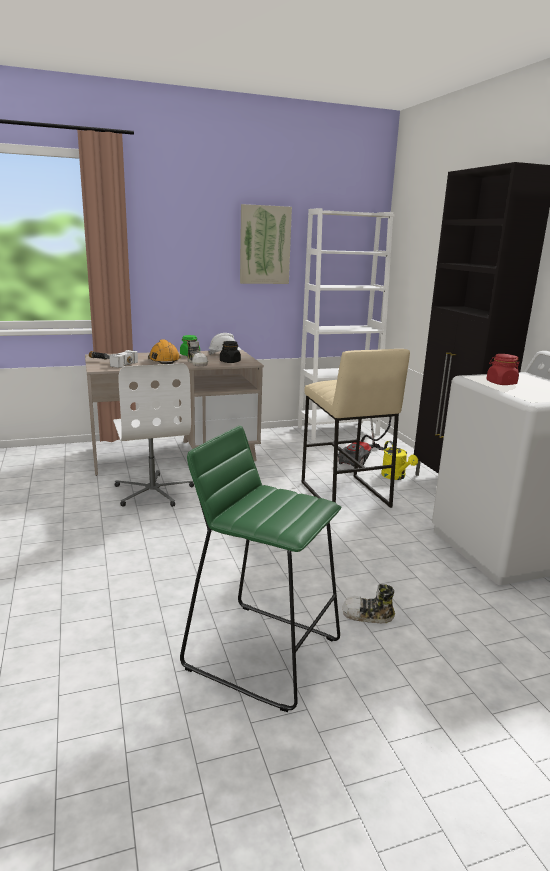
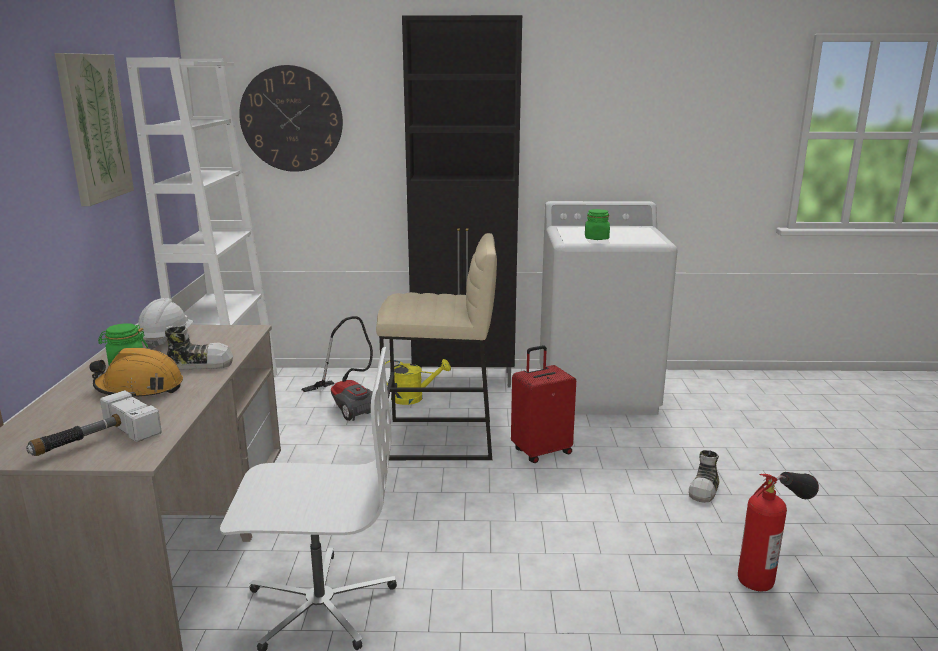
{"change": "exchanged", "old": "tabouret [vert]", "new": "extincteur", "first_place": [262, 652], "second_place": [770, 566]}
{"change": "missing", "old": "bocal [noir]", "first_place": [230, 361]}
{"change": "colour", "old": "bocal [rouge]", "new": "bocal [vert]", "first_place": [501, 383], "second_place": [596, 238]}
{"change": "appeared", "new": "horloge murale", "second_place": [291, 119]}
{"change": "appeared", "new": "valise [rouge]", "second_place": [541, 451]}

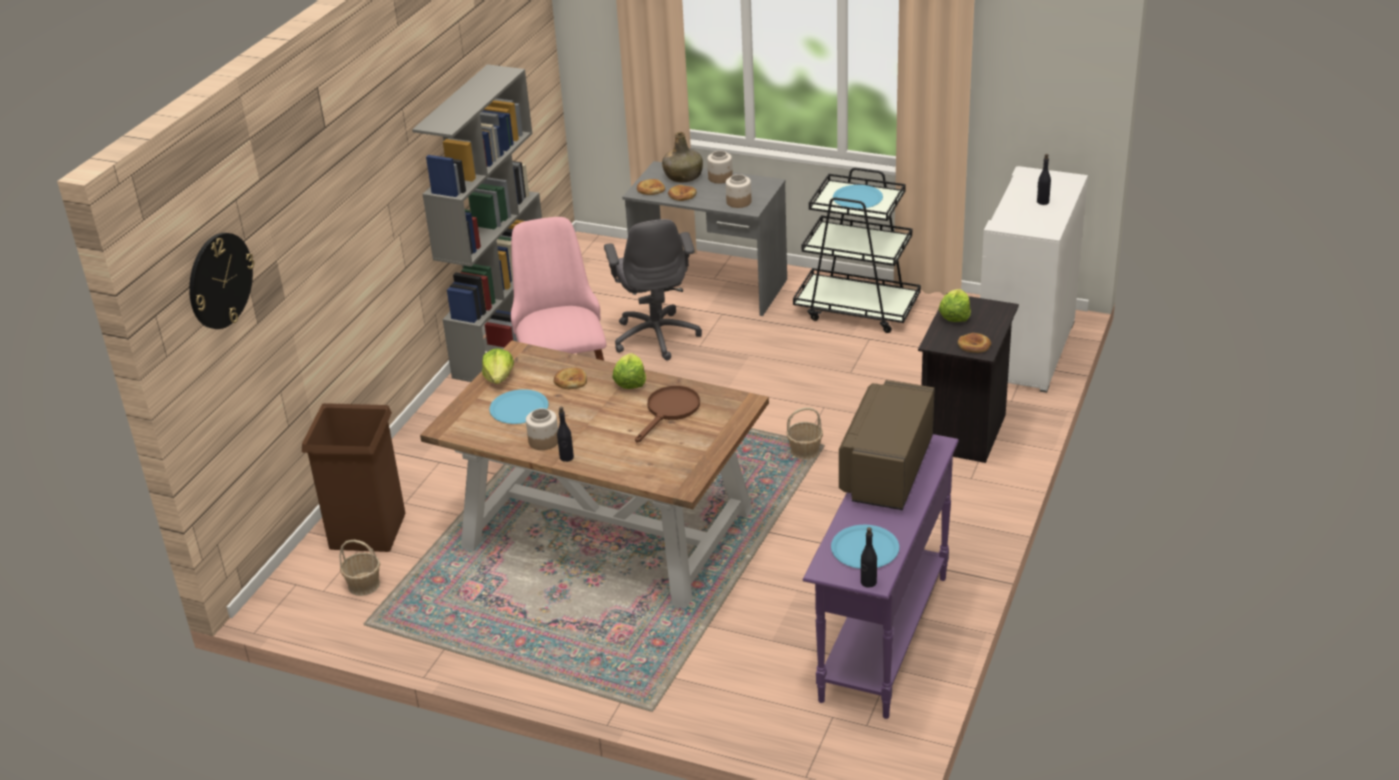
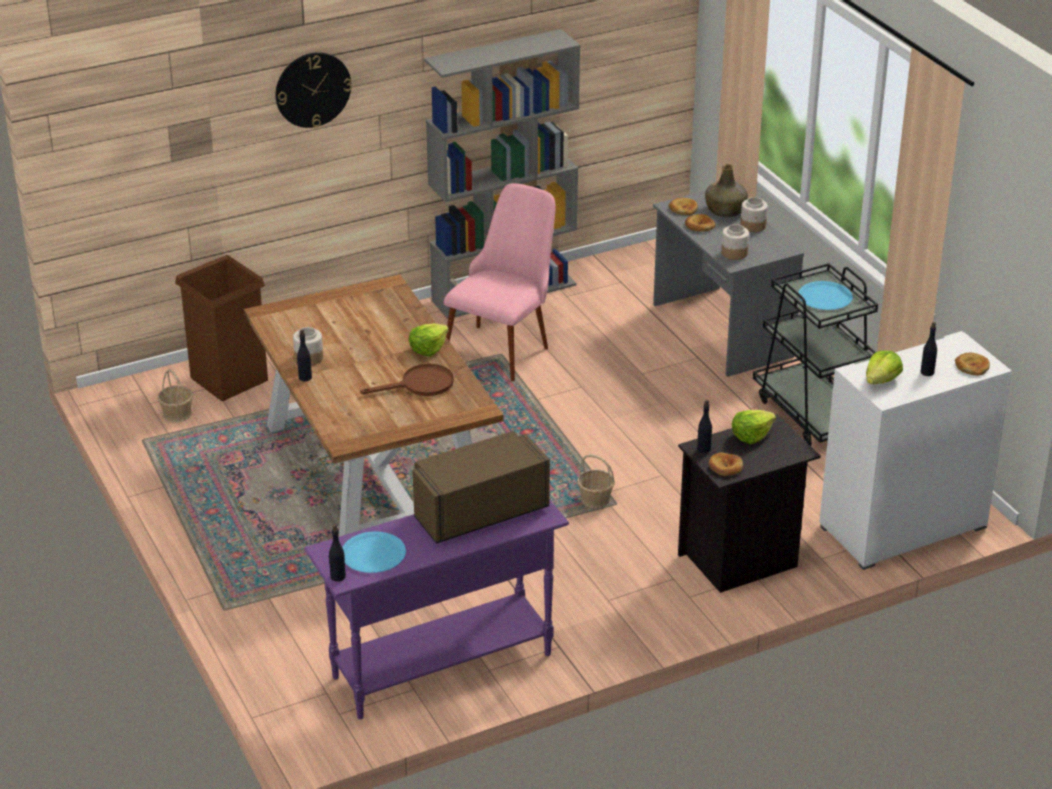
{"change": "relocated", "old": "horloge murale", "first_place": [219, 280], "second_place": [312, 89]}
{"change": "relocated", "old": "laitue", "first_place": [499, 378], "second_place": [881, 380]}
{"change": "missing", "old": "assiette [bleu]", "first_place": [519, 408]}
{"change": "relocated", "old": "pain", "first_place": [570, 381], "second_place": [972, 366]}
{"change": "missing", "old": "chaise de bureau [gris]", "first_place": [656, 336]}
{"change": "appeared", "new": "bouteille [noir]", "second_place": [703, 449]}

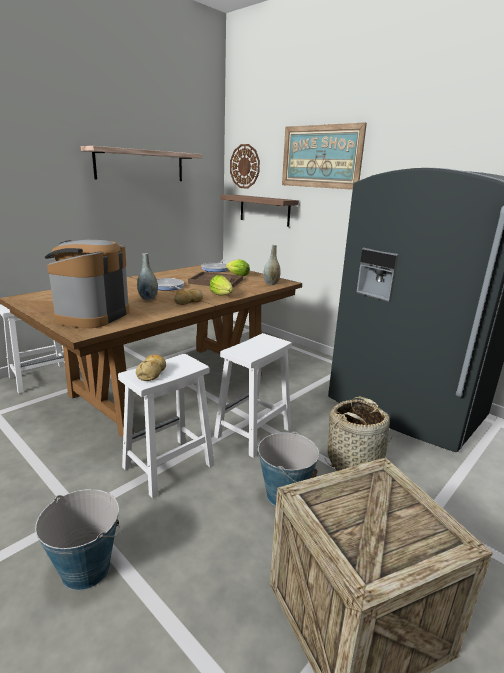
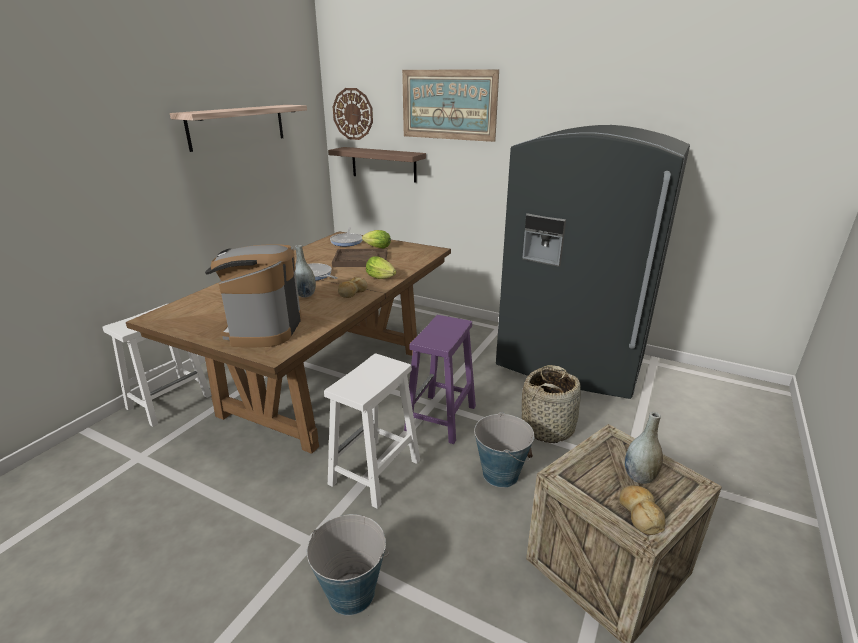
{"change": "relocated", "old": "pain", "first_place": [152, 372], "second_place": [640, 514]}
{"change": "colour", "old": "tabouret [blanc]", "new": "tabouret [violet]", "first_place": [252, 433], "second_place": [441, 419]}
{"change": "relocated", "old": "vase [gris]", "first_place": [271, 283], "second_place": [639, 477]}

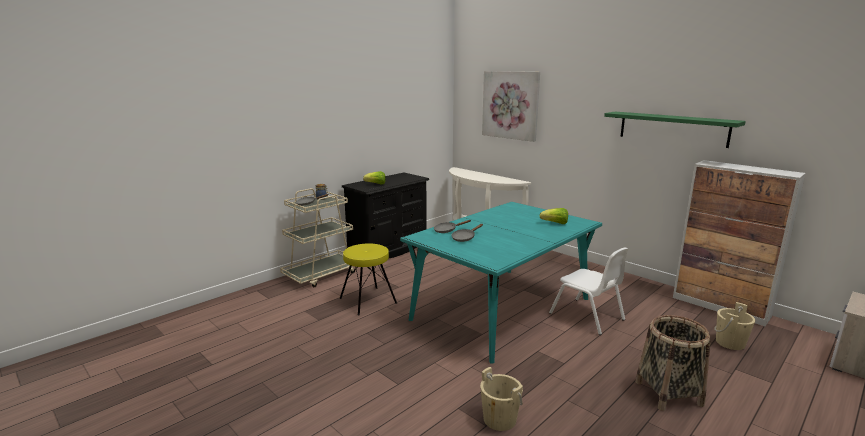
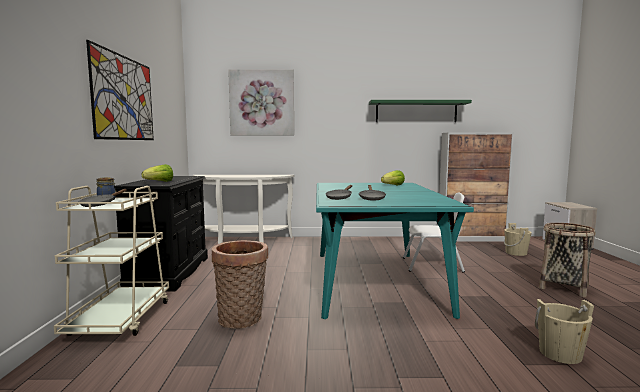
{"change": "exchanged", "old": "tabouret [jaune]", "new": "panier", "first_place": [368, 300], "second_place": [242, 320]}
{"change": "appeared", "new": "tableau", "second_place": [124, 98]}

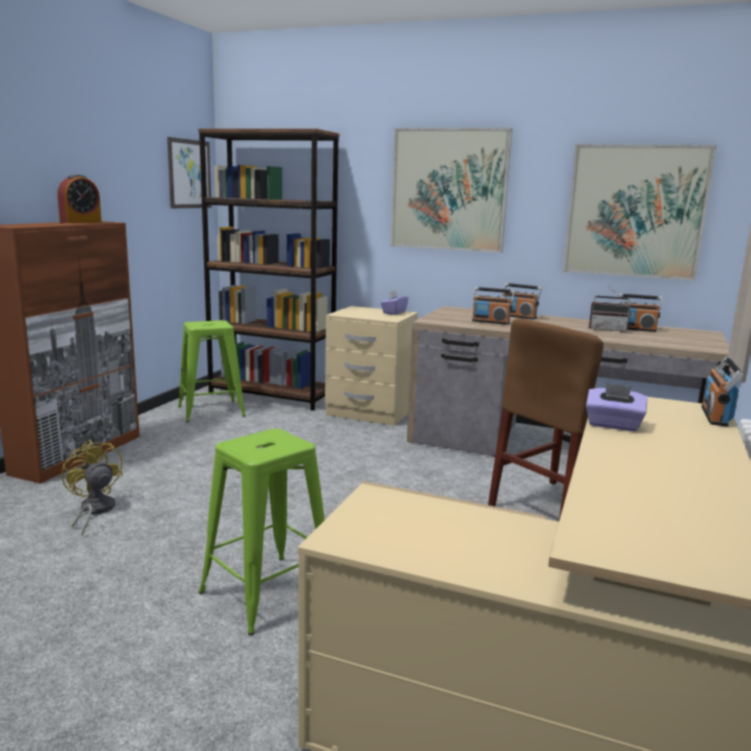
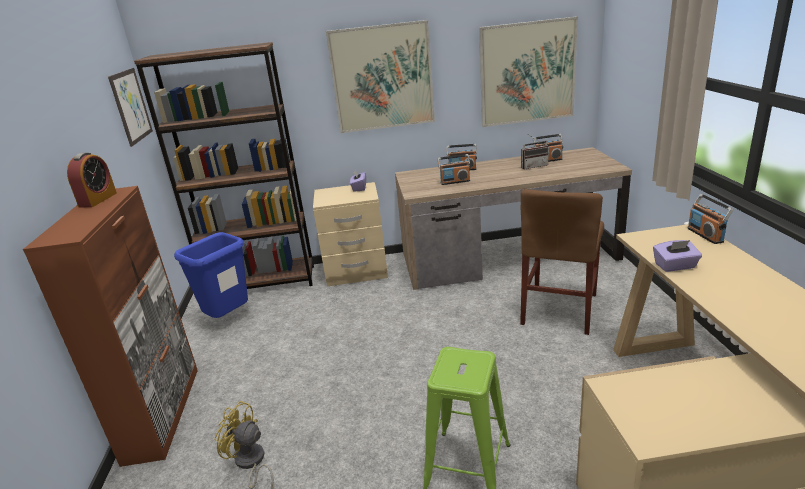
{"change": "exchanged", "old": "tabouret [vert]", "new": "poubelle [bleu]", "first_place": [210, 411], "second_place": [229, 318]}

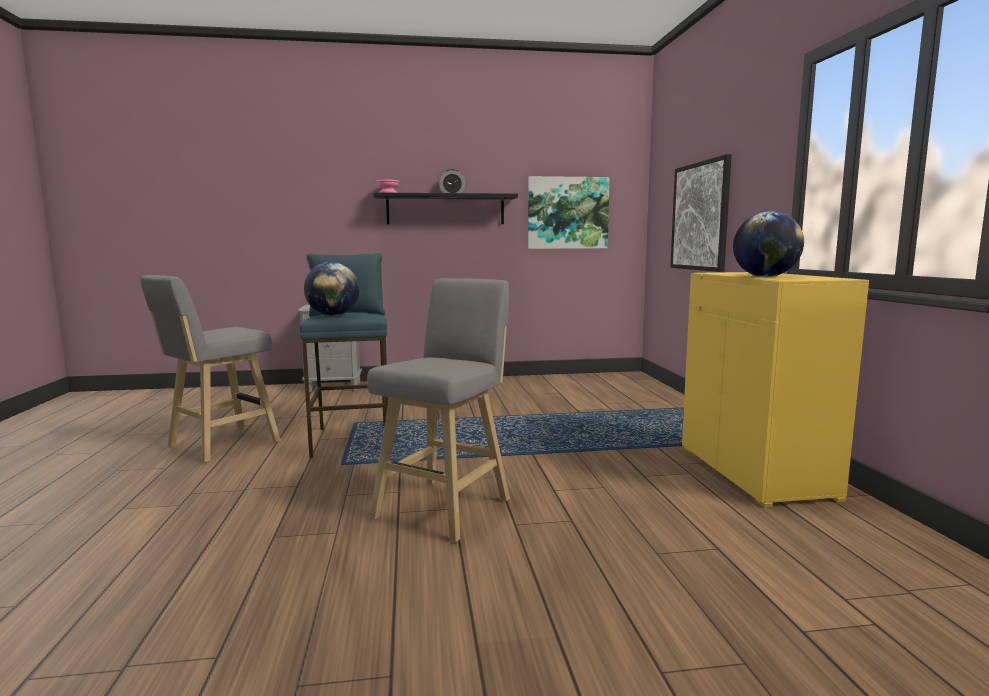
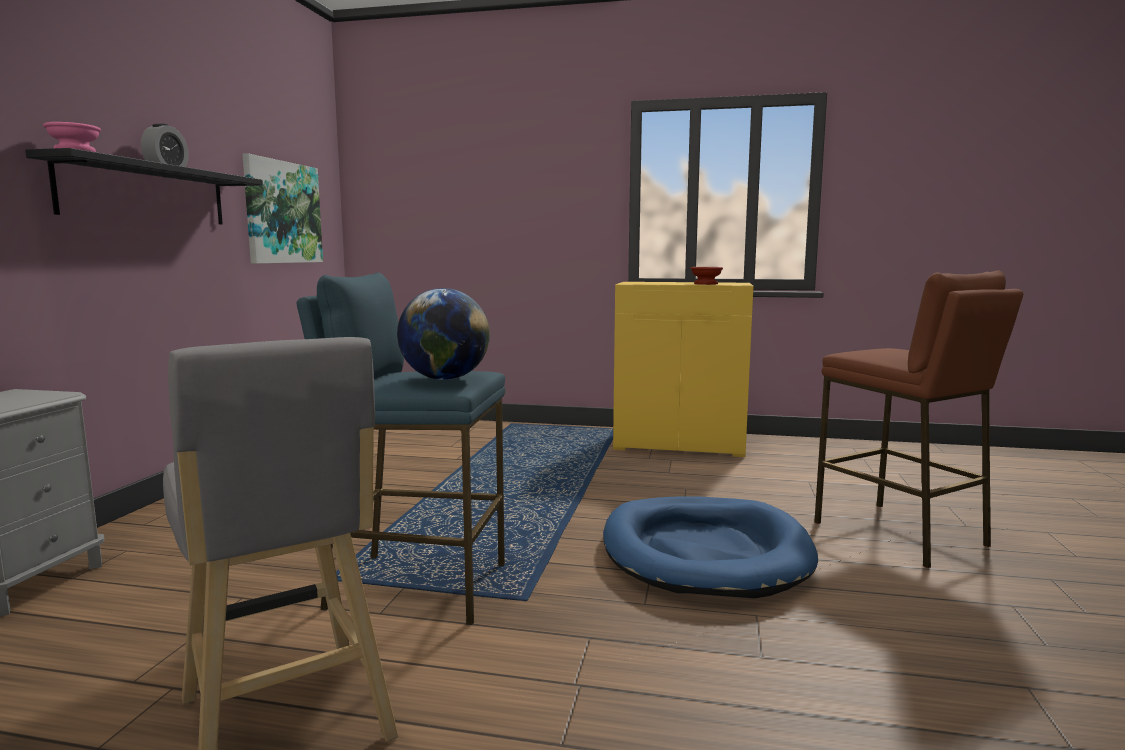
{"change": "exchanged", "old": "tabouret [gris]", "new": "panier pour chien [bleu]", "first_place": [446, 506], "second_place": [704, 552]}
{"change": "missing", "old": "tableau", "first_place": [700, 216]}
{"change": "exchanged", "old": "globe", "new": "bol [marron]", "first_place": [765, 277], "second_place": [704, 284]}
{"change": "appeared", "new": "tabouret [marron]", "second_place": [900, 534]}

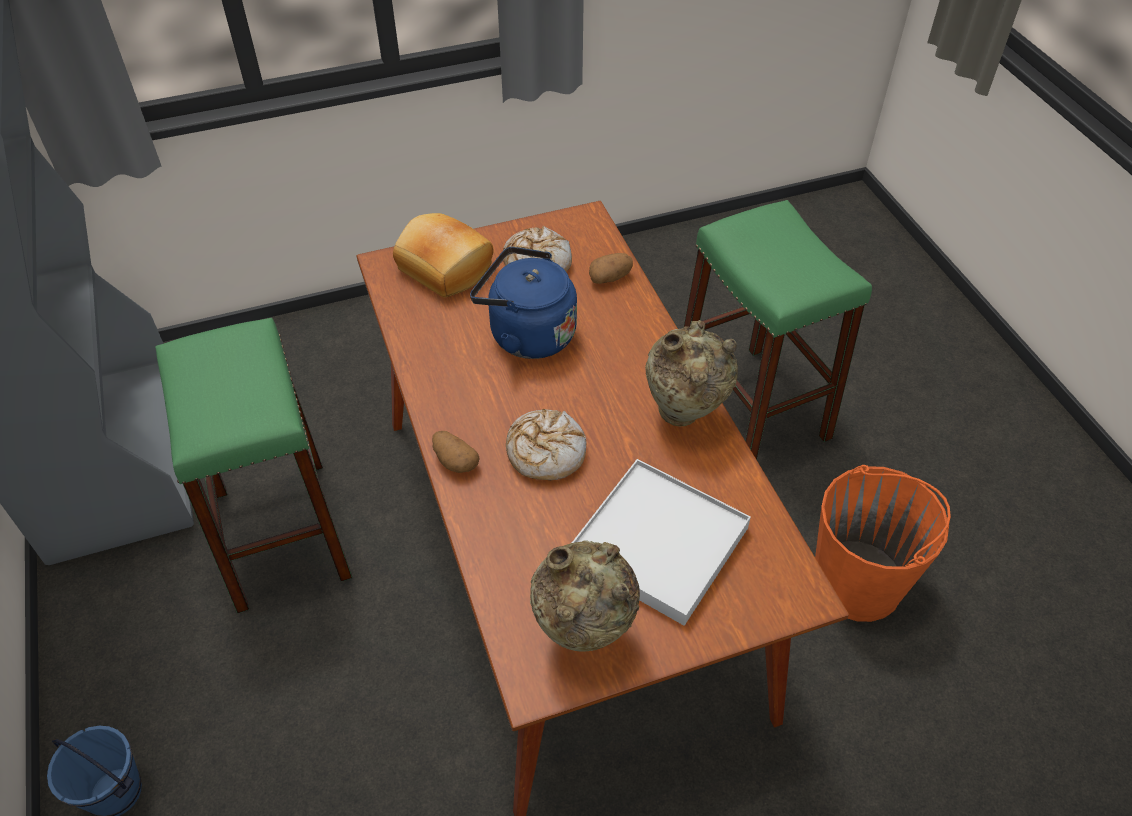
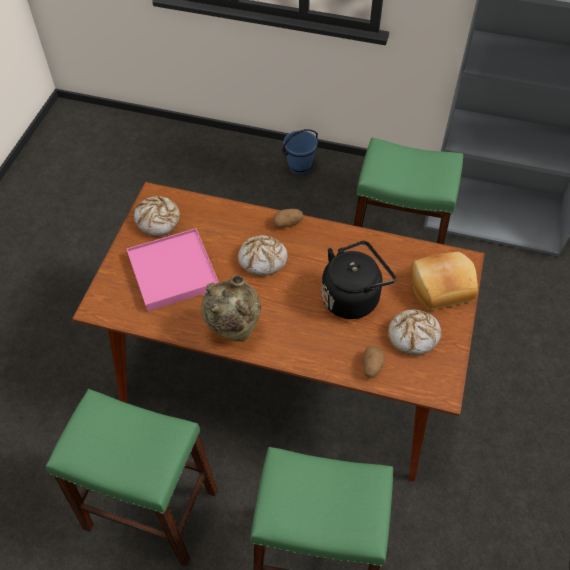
{"change": "colour", "old": "bouilloire [bleu]", "new": "bouilloire [noir]", "first_place": [527, 334], "second_place": [353, 297]}
{"change": "exchanged", "old": "vase [beige]", "new": "pain", "first_place": [583, 635], "second_place": [158, 221]}
{"change": "colour", "old": "plateau [blanc]", "new": "plateau [rose]", "first_place": [658, 543], "second_place": [173, 272]}
{"change": "exchanged", "old": "seau [orange]", "new": "tabouret [vert]", "first_place": [858, 582], "second_place": [151, 509]}

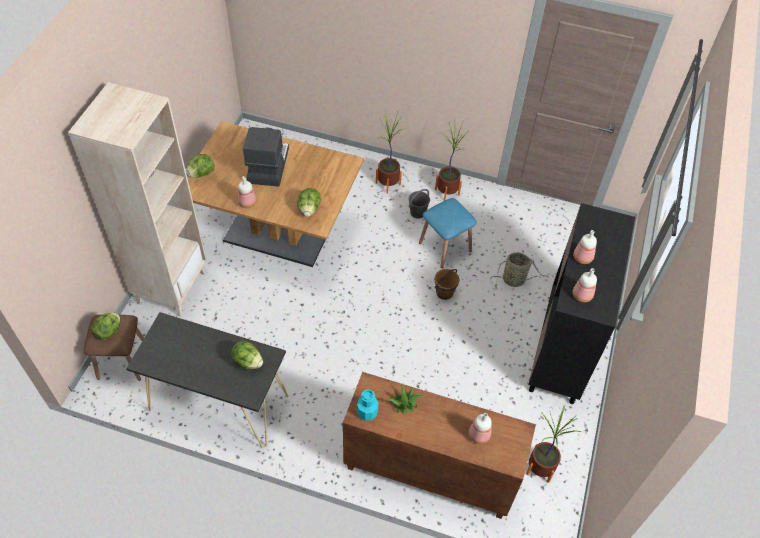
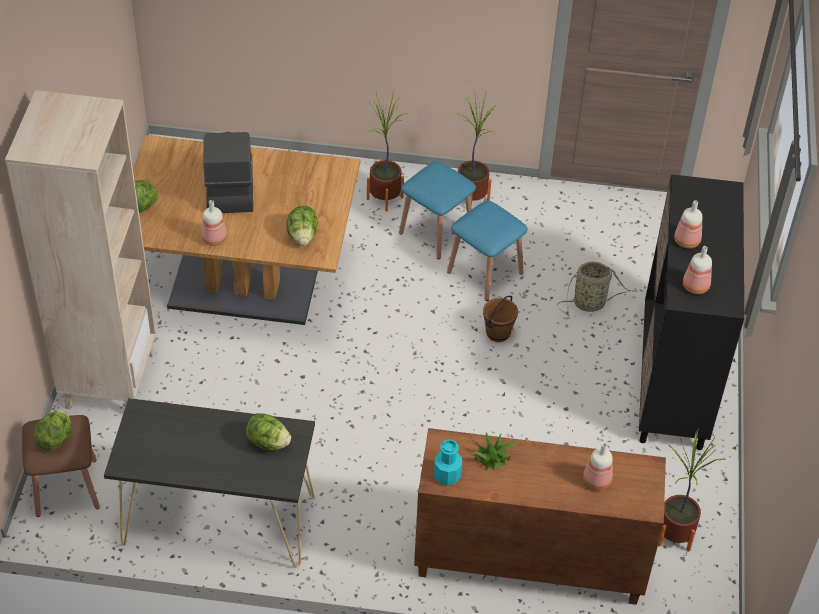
{"change": "exchanged", "old": "seau [gris]", "new": "tabouret [bleu]", "first_place": [417, 213], "second_place": [436, 232]}

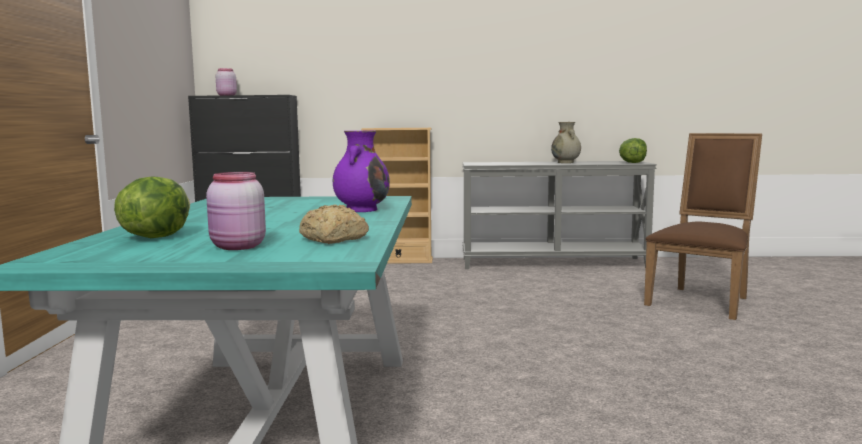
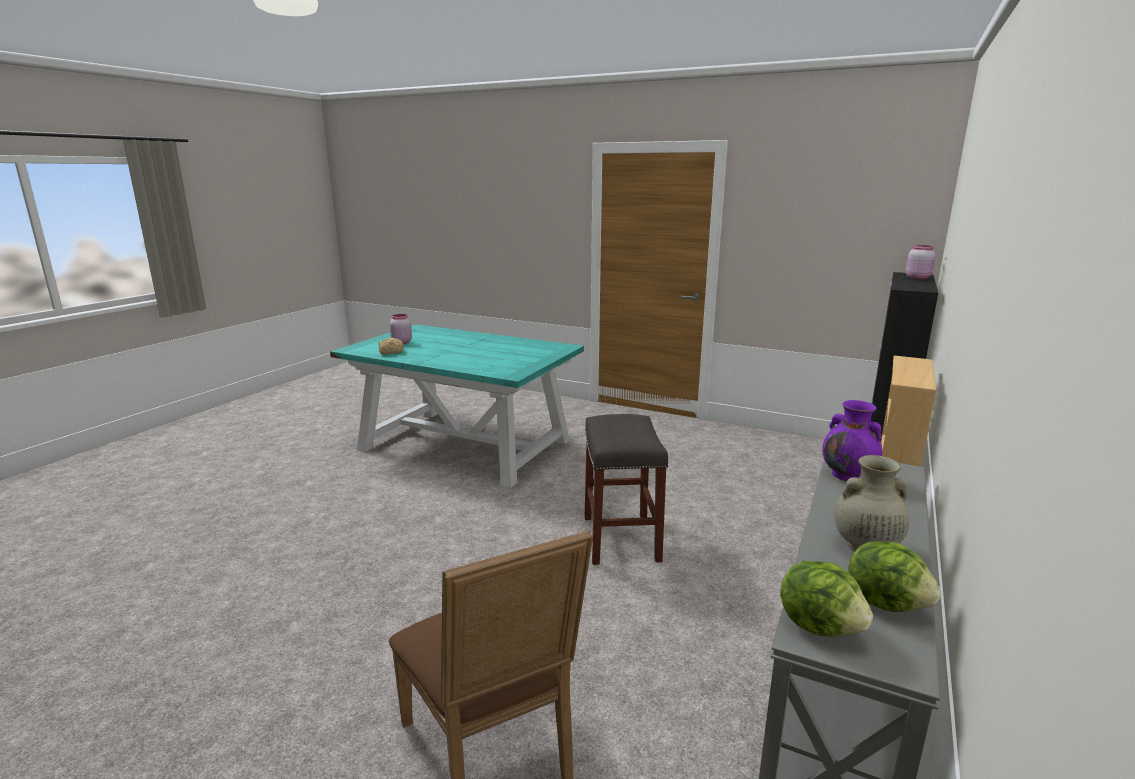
{"change": "relocated", "old": "laitue", "first_place": [155, 237], "second_place": [886, 602]}
{"change": "relocated", "old": "vase [violet]", "first_place": [362, 210], "second_place": [848, 475]}
{"change": "appeared", "new": "tabouret [gris]", "second_place": [622, 539]}

